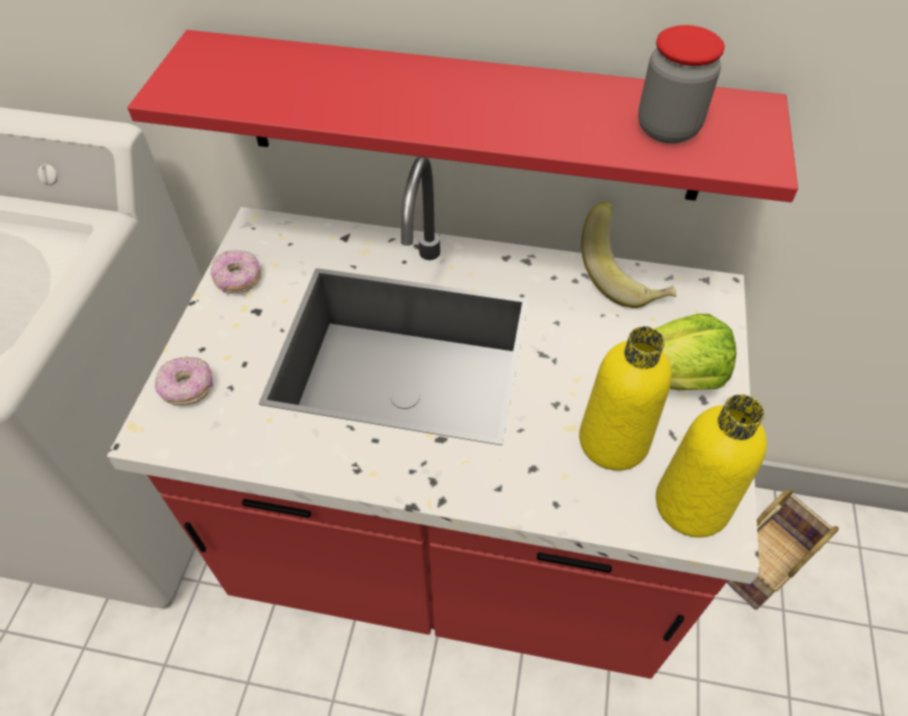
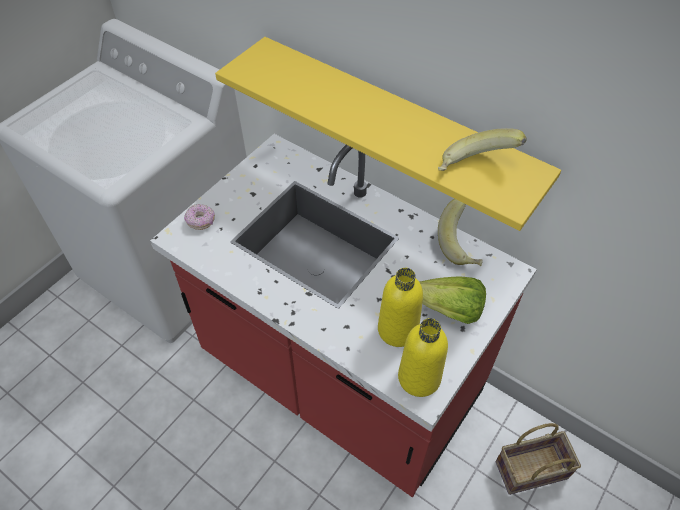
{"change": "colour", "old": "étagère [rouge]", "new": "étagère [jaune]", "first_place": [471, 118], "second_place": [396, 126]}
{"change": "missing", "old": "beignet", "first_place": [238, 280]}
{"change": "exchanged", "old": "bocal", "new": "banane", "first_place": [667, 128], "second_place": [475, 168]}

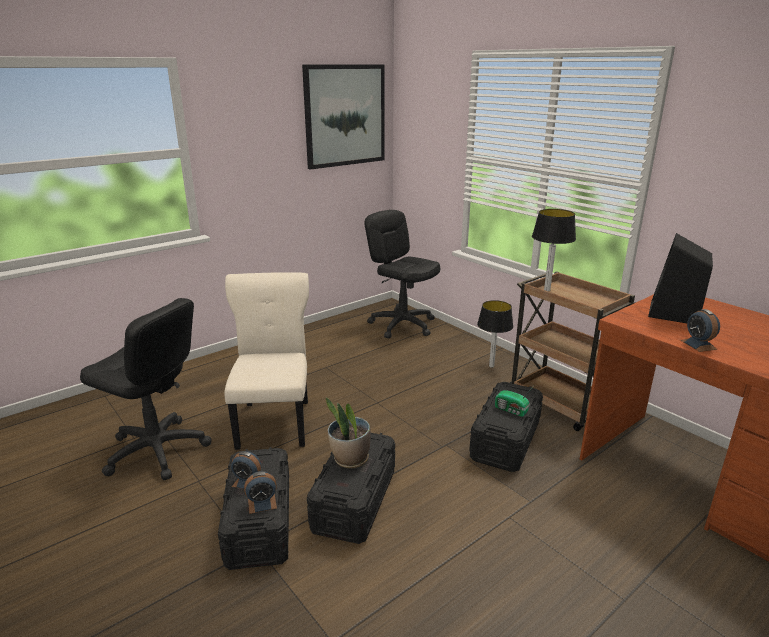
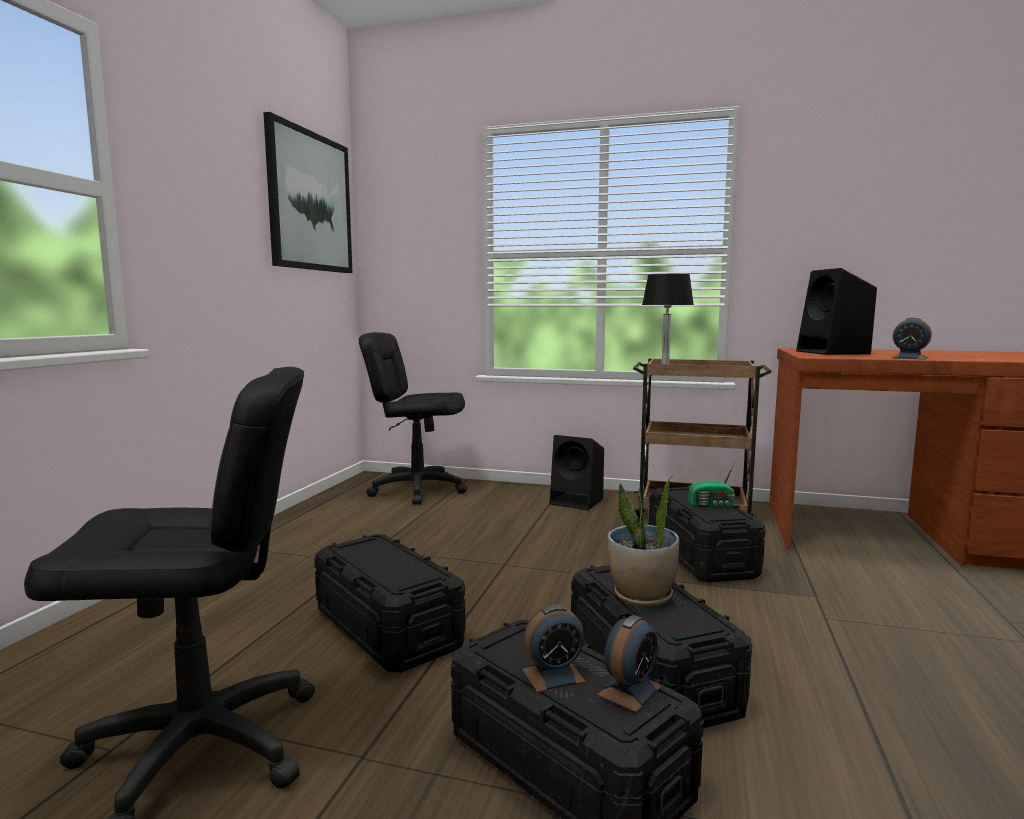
{"change": "exchanged", "old": "chaise [beige]", "new": "boîte de rangement [noir]", "first_place": [275, 421], "second_place": [387, 628]}
{"change": "exchanged", "old": "lampe de table", "new": "enceinte [noir]", "first_place": [492, 366], "second_place": [578, 501]}

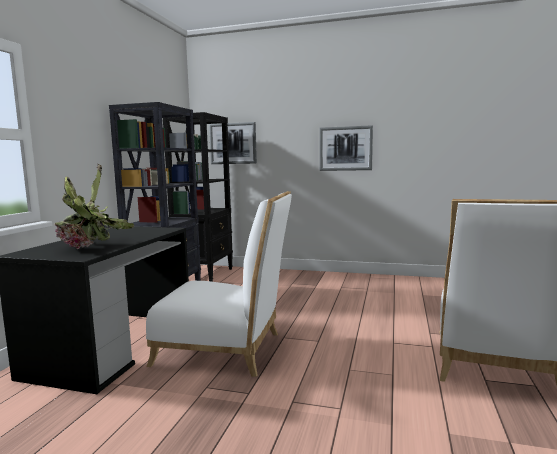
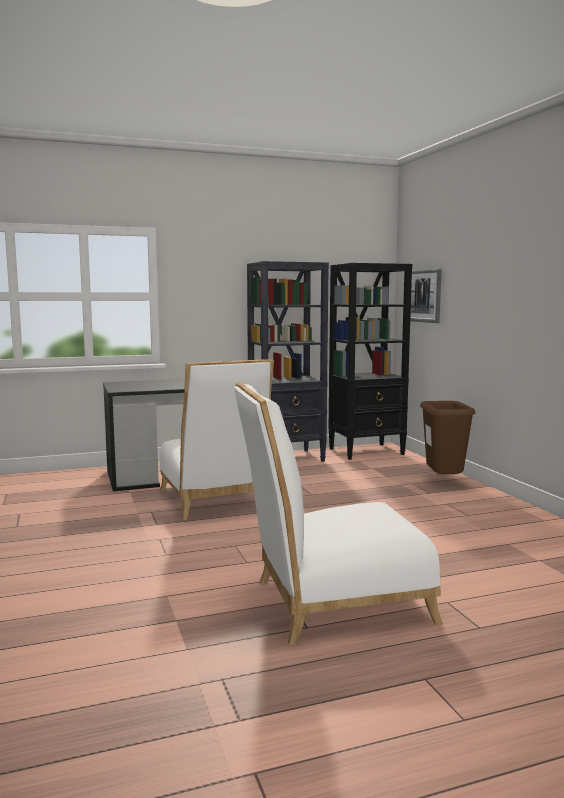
{"change": "missing", "old": "plante en pot", "first_place": [94, 247]}
{"change": "missing", "old": "tableau", "first_place": [345, 148]}
{"change": "appeared", "new": "poubelle [marron]", "second_place": [444, 482]}

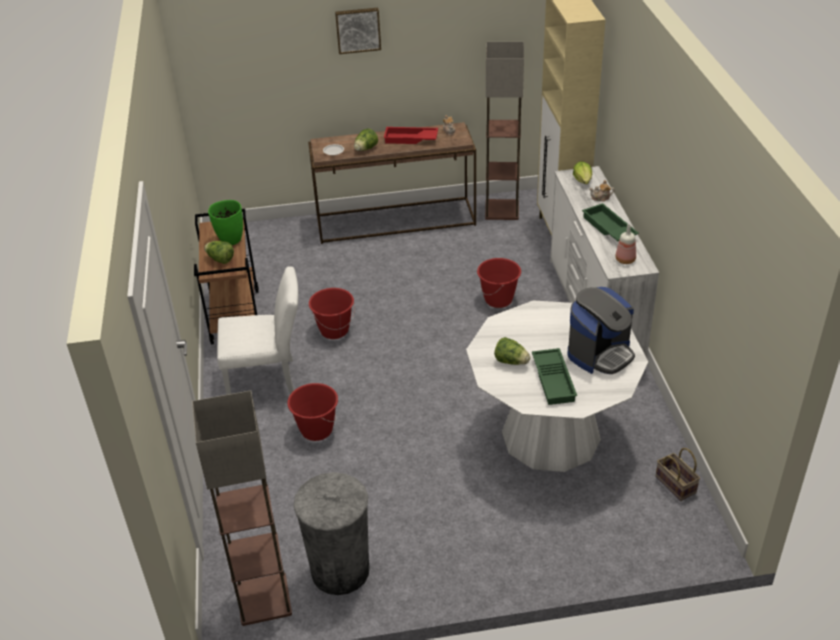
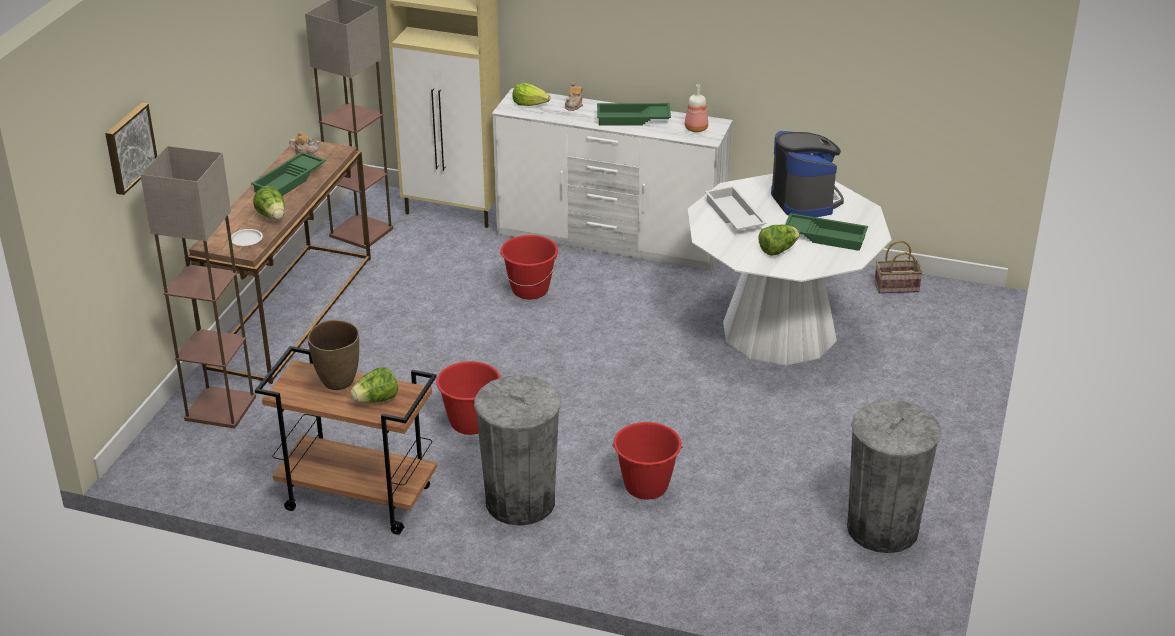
{"change": "relocated", "old": "lampadaire", "first_place": [265, 600], "second_place": [221, 407]}
{"change": "colour", "old": "vase [vert]", "new": "vase [marron]", "first_place": [230, 240], "second_place": [338, 382]}
{"change": "exchanged", "old": "chaise [blanc]", "new": "poubelle [gris]", "first_place": [268, 380], "second_place": [520, 502]}
{"change": "relocated", "old": "tableau", "first_place": [358, 30], "second_place": [128, 147]}
{"change": "colour", "old": "plateau [rouge]", "new": "plateau [vert]", "first_place": [410, 139], "second_place": [290, 181]}
{"change": "appeared", "new": "plateau [blanc]", "second_place": [733, 215]}

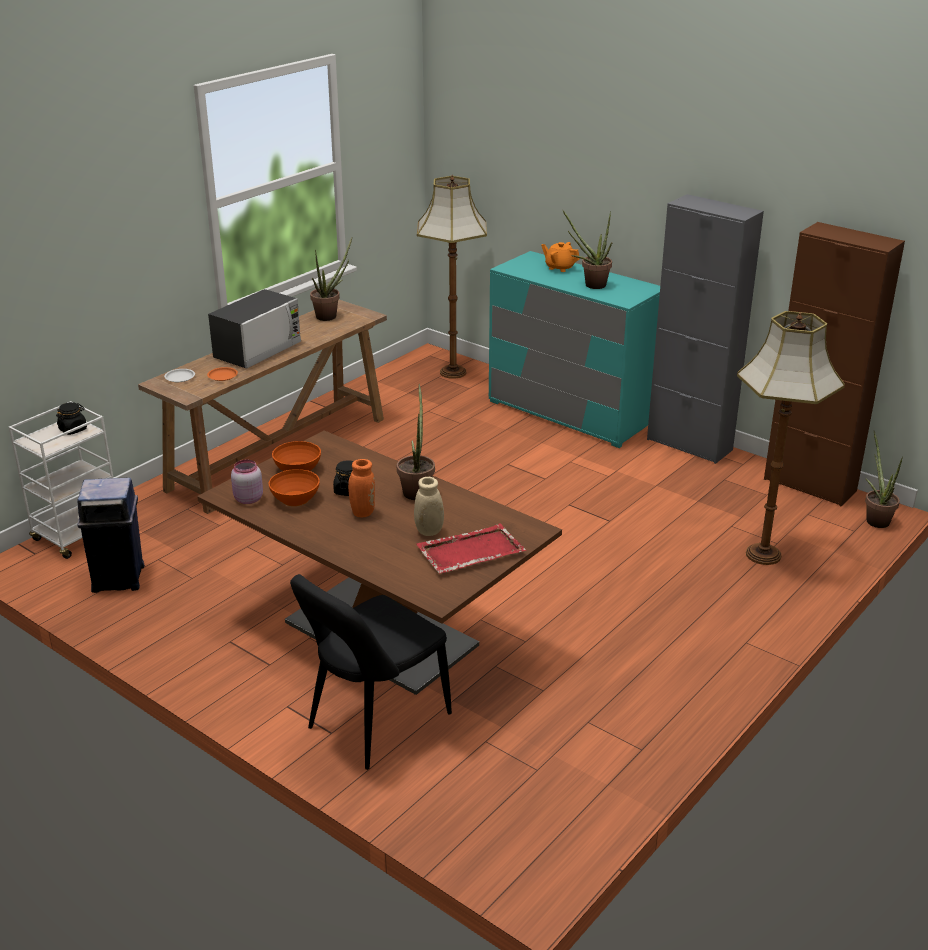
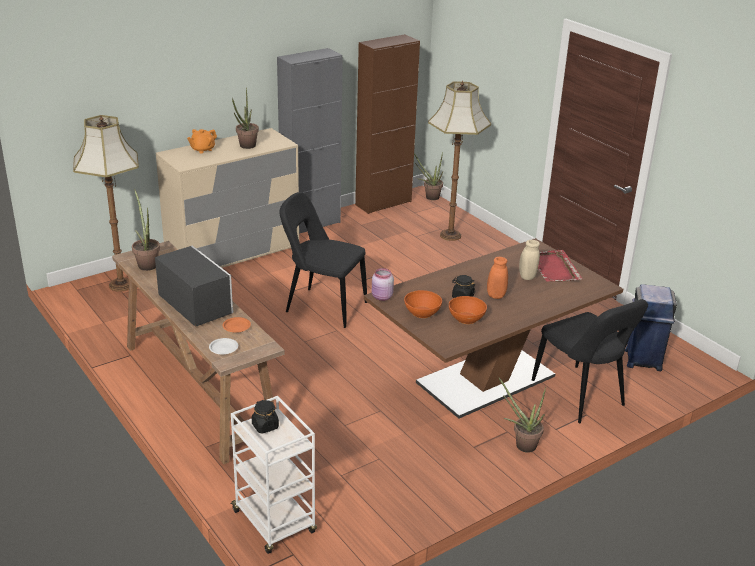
{"change": "relocated", "old": "poubelle [bleu]", "first_place": [119, 578], "second_place": [643, 359]}
{"change": "relocated", "old": "bocal [rose]", "first_place": [247, 499], "second_place": [382, 297]}
{"change": "relocated", "old": "plante en pot", "first_place": [417, 490], "second_place": [521, 444]}
{"change": "colour", "old": "commode [turquoise]", "new": "commode [beige]", "first_place": [570, 412], "second_place": [233, 253]}
{"change": "appeared", "new": "chaise [noir]", "second_place": [322, 307]}

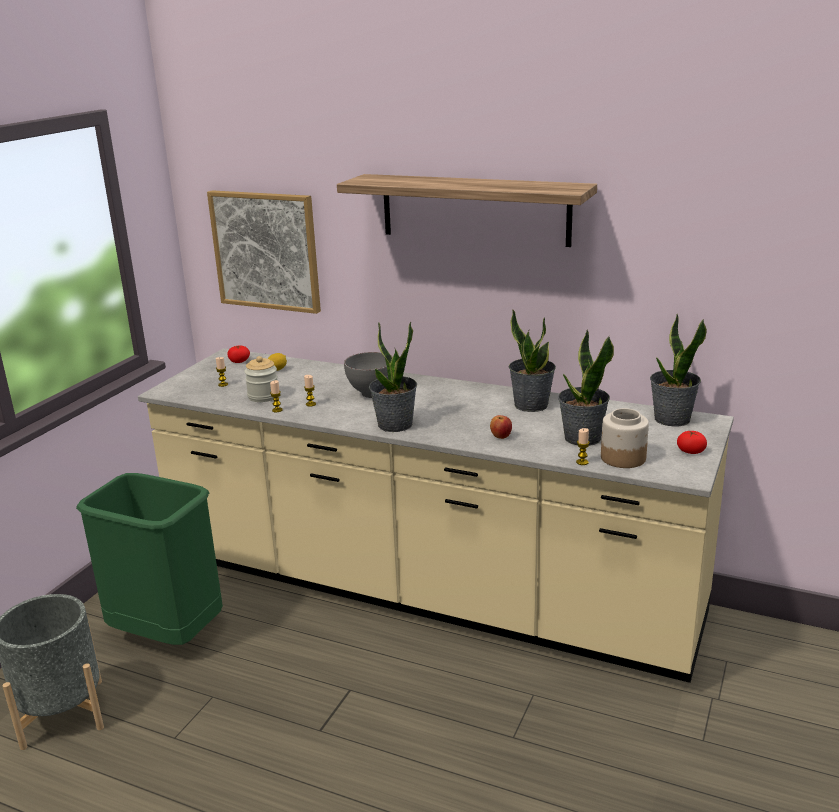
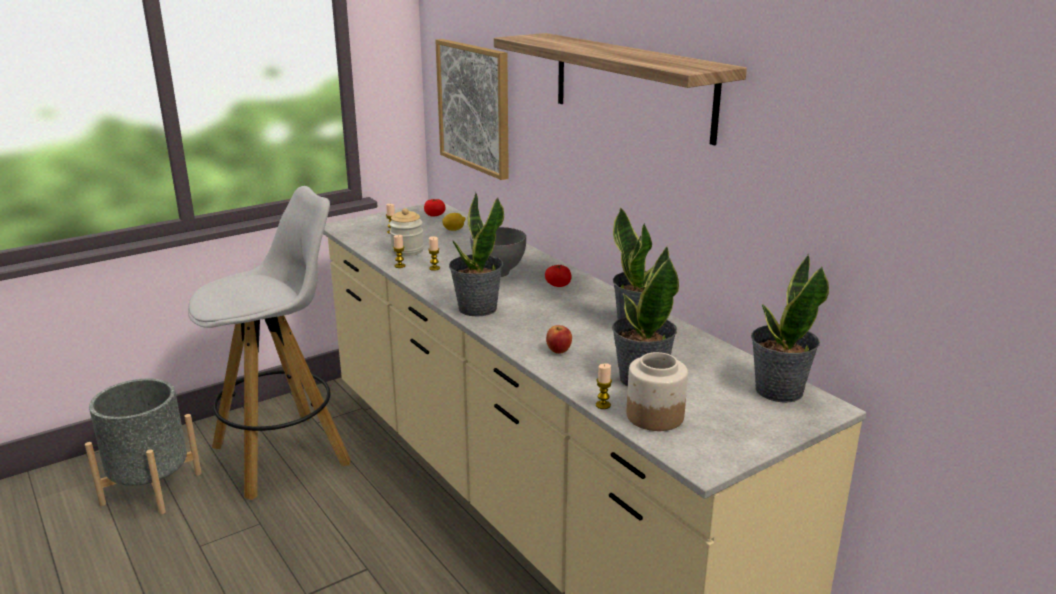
{"change": "exchanged", "old": "poubelle [vert]", "new": "tabouret [blanc]", "first_place": [169, 634], "second_place": [284, 454]}
{"change": "relocated", "old": "tomate", "first_place": [690, 451], "second_place": [558, 284]}

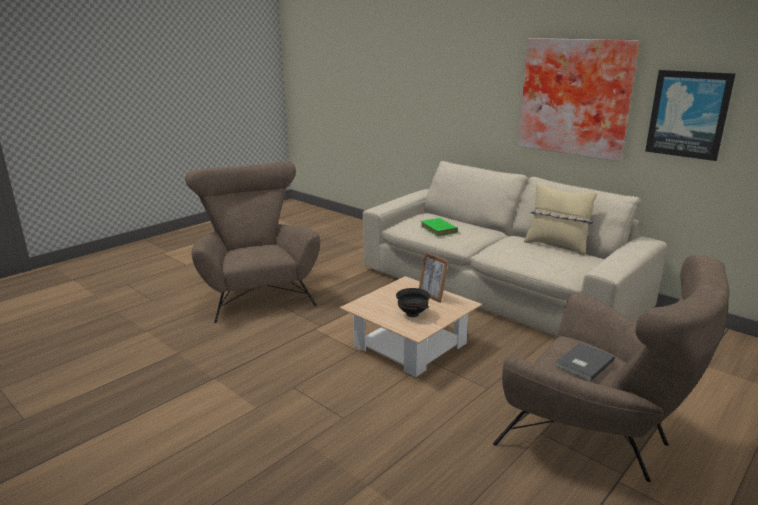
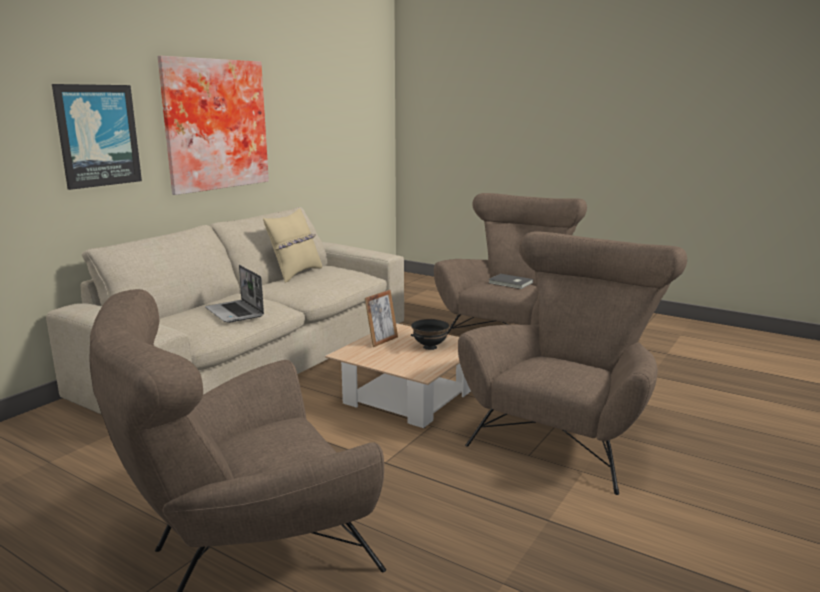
{"change": "exchanged", "old": "livre [vert]", "new": "ordinateur portable", "first_place": [439, 229], "second_place": [235, 313]}
{"change": "relocated", "old": "tableau", "first_place": [688, 114], "second_place": [98, 135]}
{"change": "appeared", "new": "fauteuil [marron]", "second_place": [566, 432]}

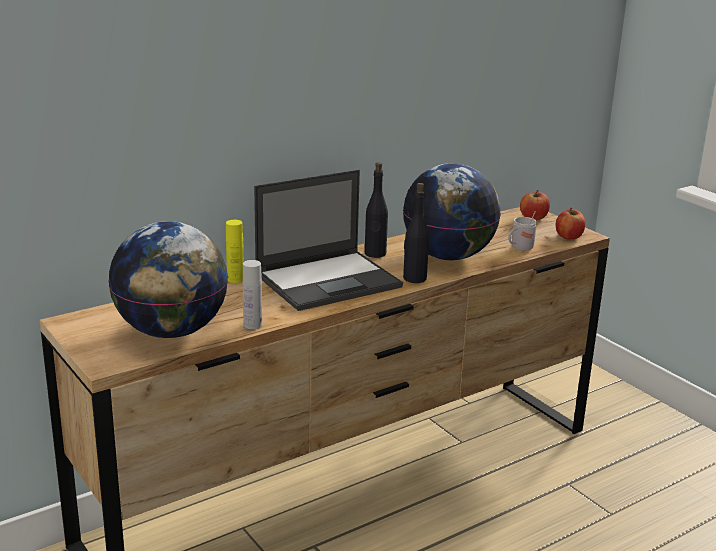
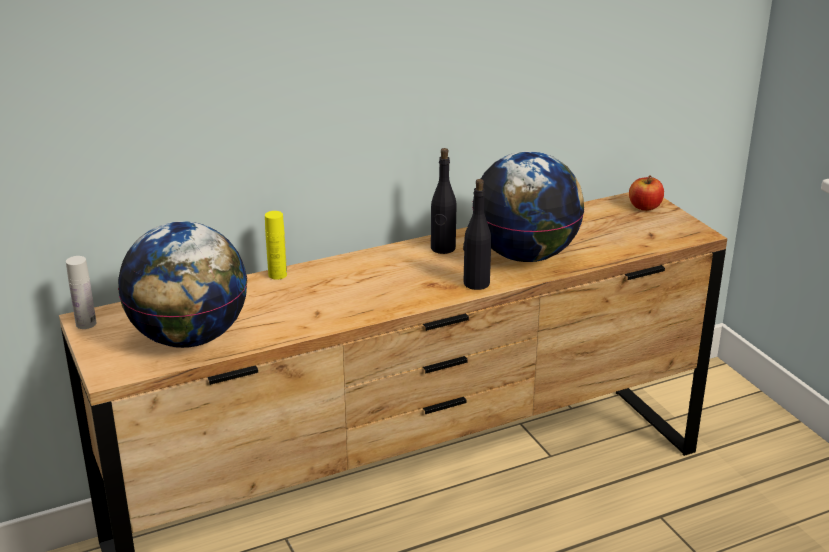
{"change": "relocated", "old": "bouteille [blanc]", "first_place": [252, 325], "second_place": [86, 324]}
{"change": "missing", "old": "ordinateur portable", "first_place": [329, 280]}
{"change": "missing", "old": "mug [blanc]", "first_place": [519, 248]}
{"change": "missing", "old": "pomme", "first_place": [569, 237]}

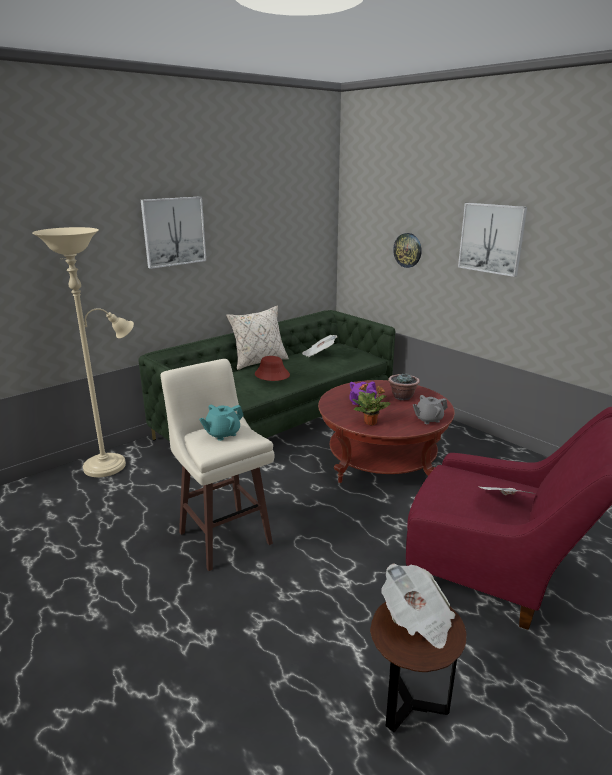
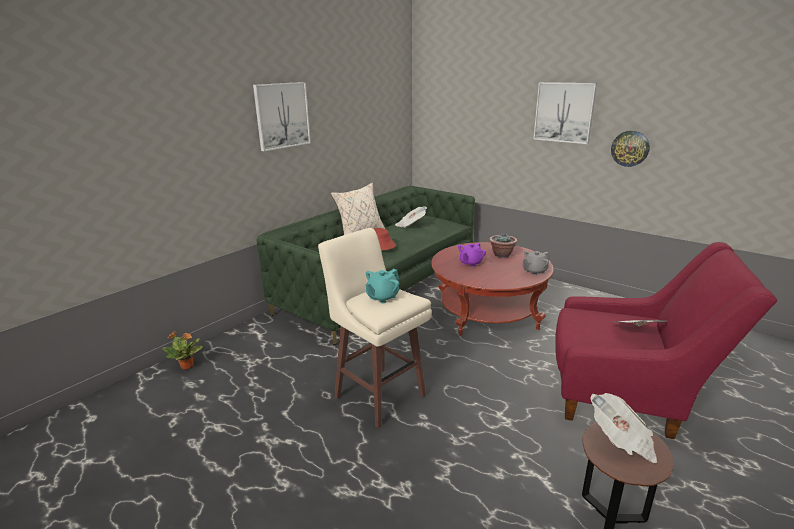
{"change": "missing", "old": "lampadaire [beige]", "first_place": [110, 464]}
{"change": "relocated", "old": "plante en pot", "first_place": [371, 423], "second_place": [187, 366]}
{"change": "relocated", "old": "horloge murale", "first_place": [408, 250], "second_place": [630, 148]}

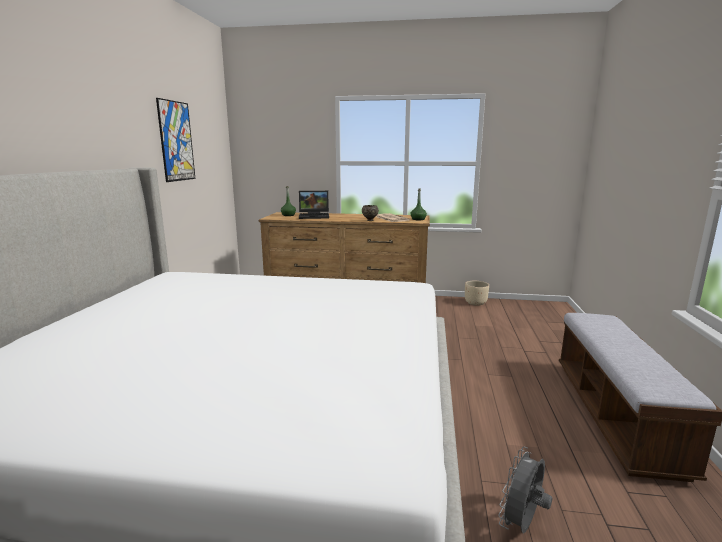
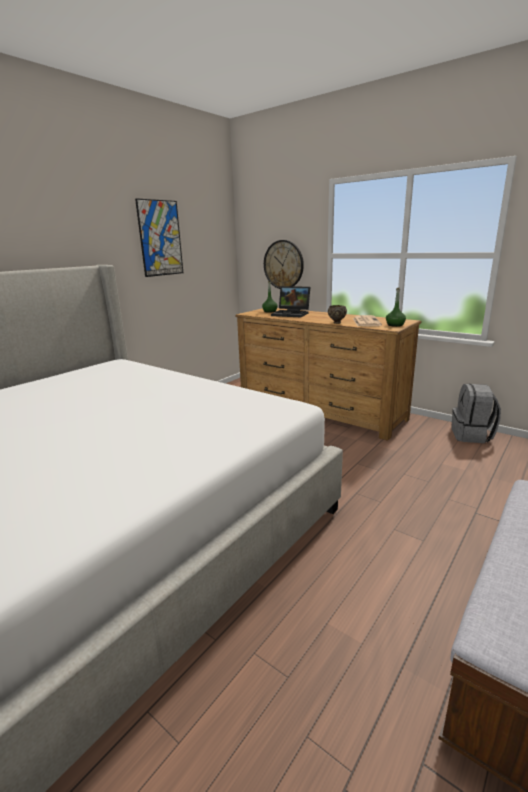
{"change": "exchanged", "old": "cache-pot [beige]", "new": "sac à dos [gris]", "first_place": [475, 303], "second_place": [472, 435]}
{"change": "missing", "old": "ventilateur [gris]", "first_place": [521, 524]}
{"change": "appeared", "new": "horloge murale", "second_place": [283, 264]}

